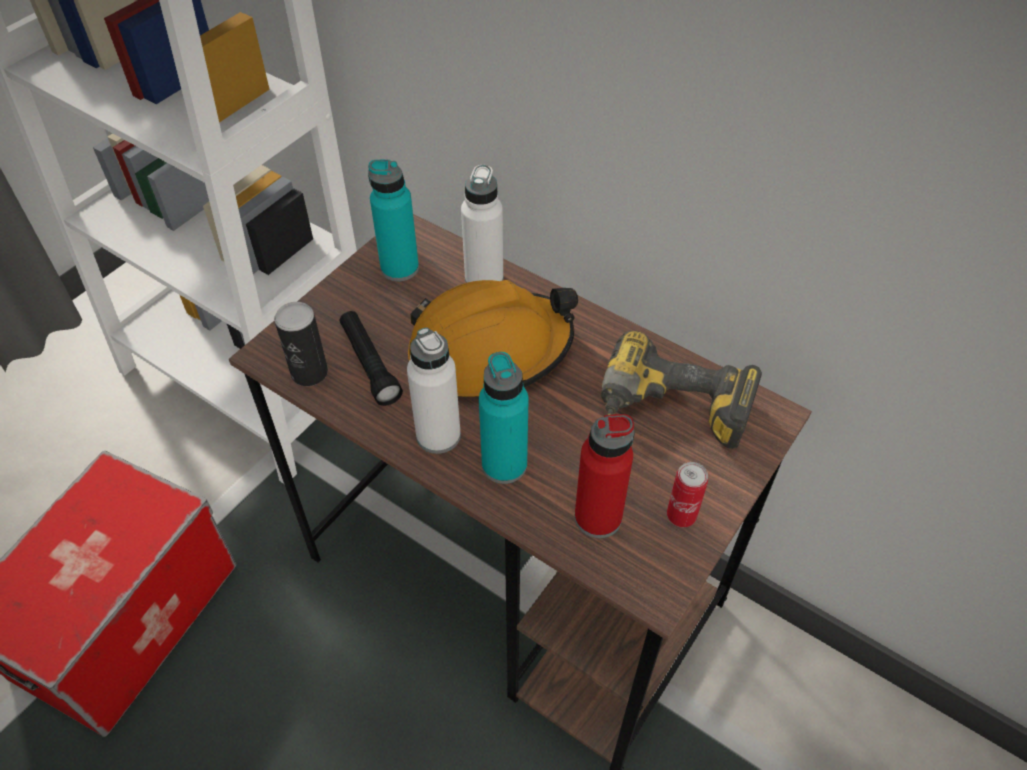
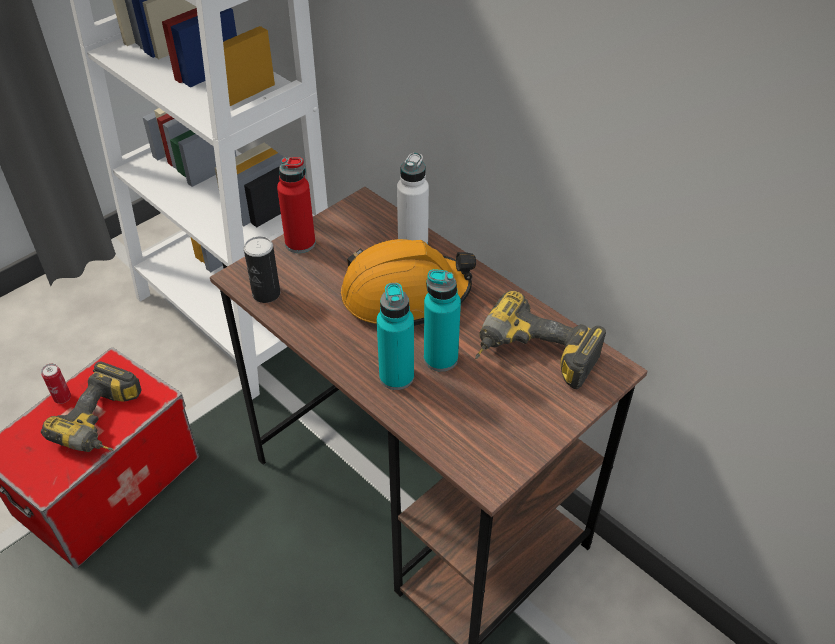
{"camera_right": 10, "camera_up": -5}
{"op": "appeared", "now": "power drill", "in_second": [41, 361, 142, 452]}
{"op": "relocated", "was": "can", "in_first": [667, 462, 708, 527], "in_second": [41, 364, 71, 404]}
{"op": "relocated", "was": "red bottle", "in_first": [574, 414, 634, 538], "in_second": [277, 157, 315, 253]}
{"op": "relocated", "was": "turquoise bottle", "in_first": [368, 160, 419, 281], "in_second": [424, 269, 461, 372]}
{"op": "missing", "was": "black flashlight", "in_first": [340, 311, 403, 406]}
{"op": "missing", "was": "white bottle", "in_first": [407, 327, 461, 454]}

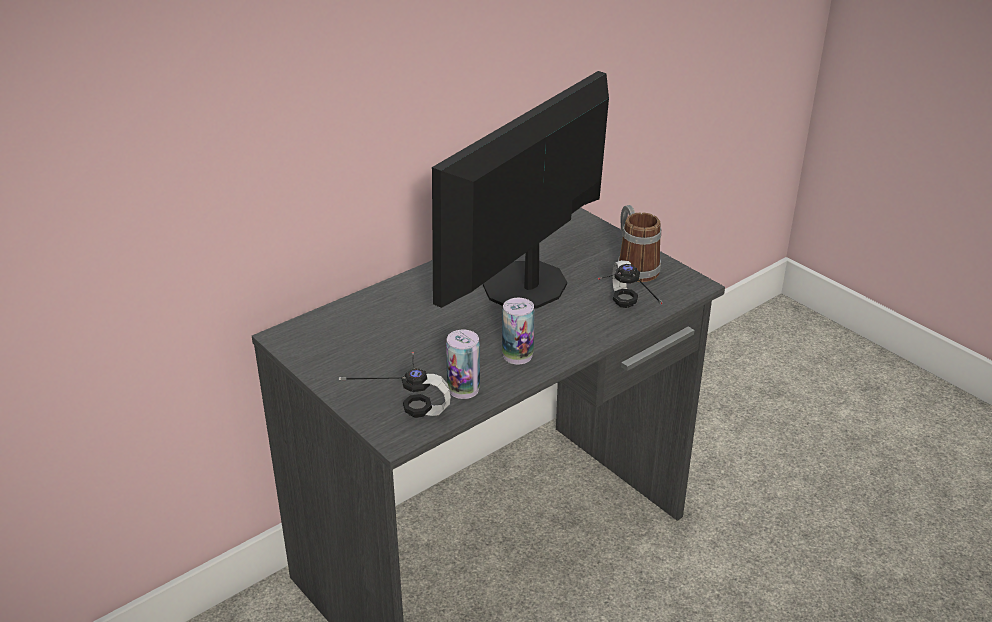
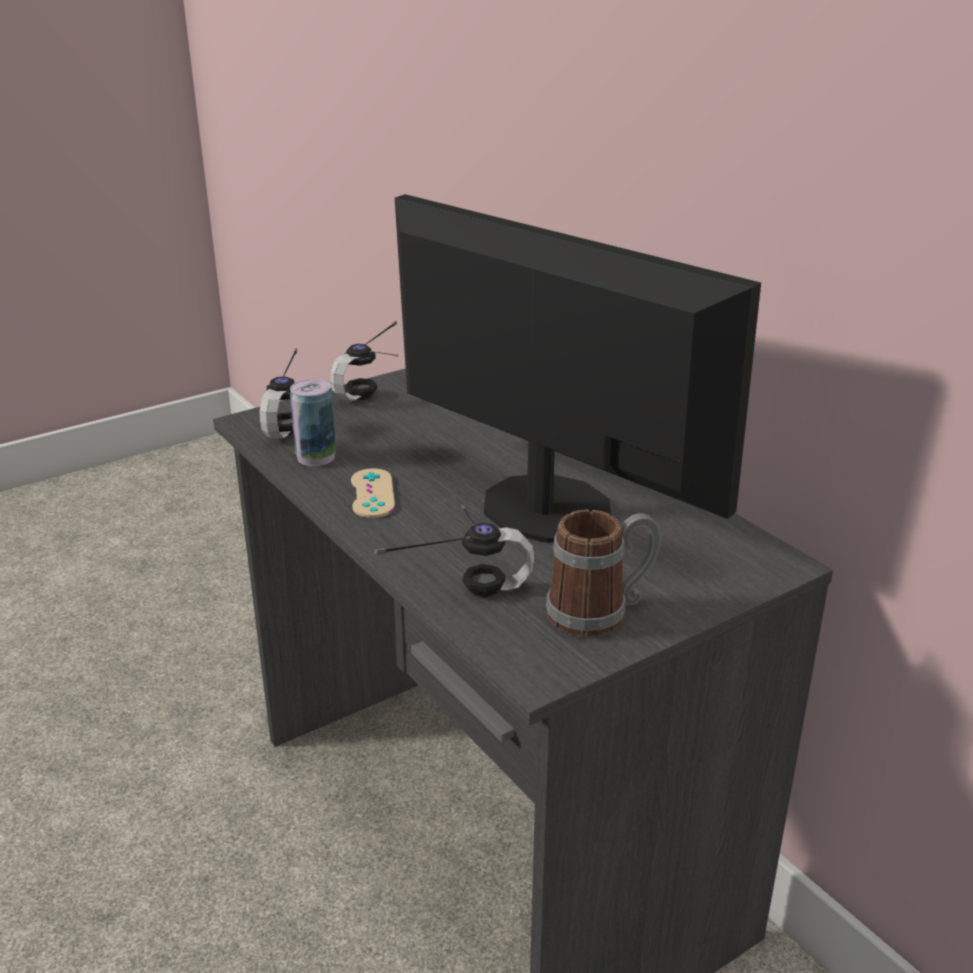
{"camera_right": 95, "camera_up": -5}
{"op": "appeared", "now": "headphones", "in_second": [330, 321, 399, 401]}
{"op": "exchanged", "was": "can", "now": "beige game controller", "in_first": [502, 298, 535, 365], "in_second": [351, 468, 395, 518]}

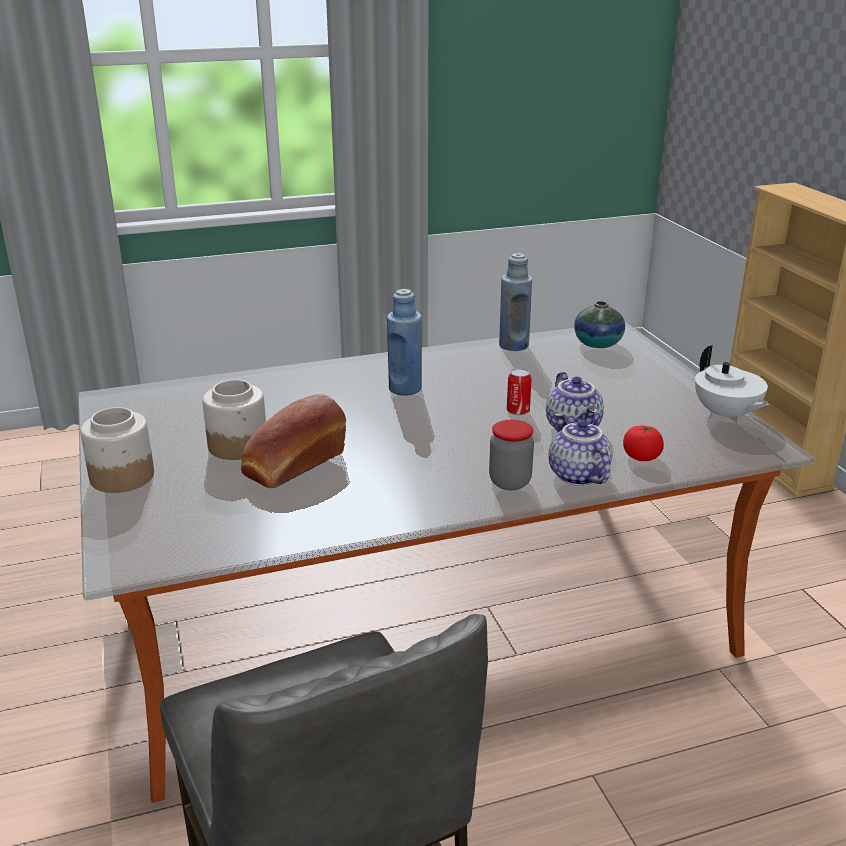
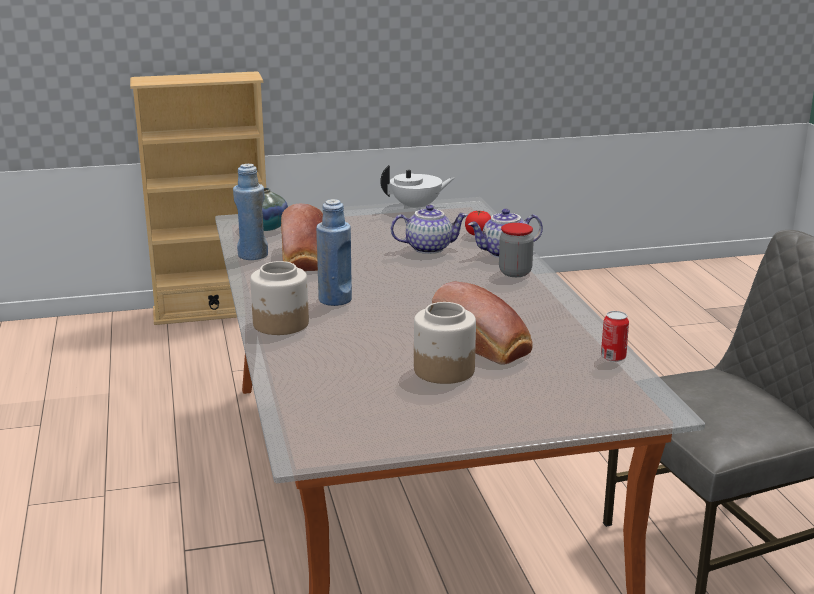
{"camera_right": -85, "camera_up": -5}
{"op": "relocated", "was": "jar", "in_first": [80, 407, 154, 493], "in_second": [250, 261, 309, 335]}
{"op": "appeared", "now": "bread", "in_second": [281, 204, 323, 271]}
{"op": "relocated", "was": "can", "in_first": [507, 368, 532, 416], "in_second": [601, 311, 629, 362]}

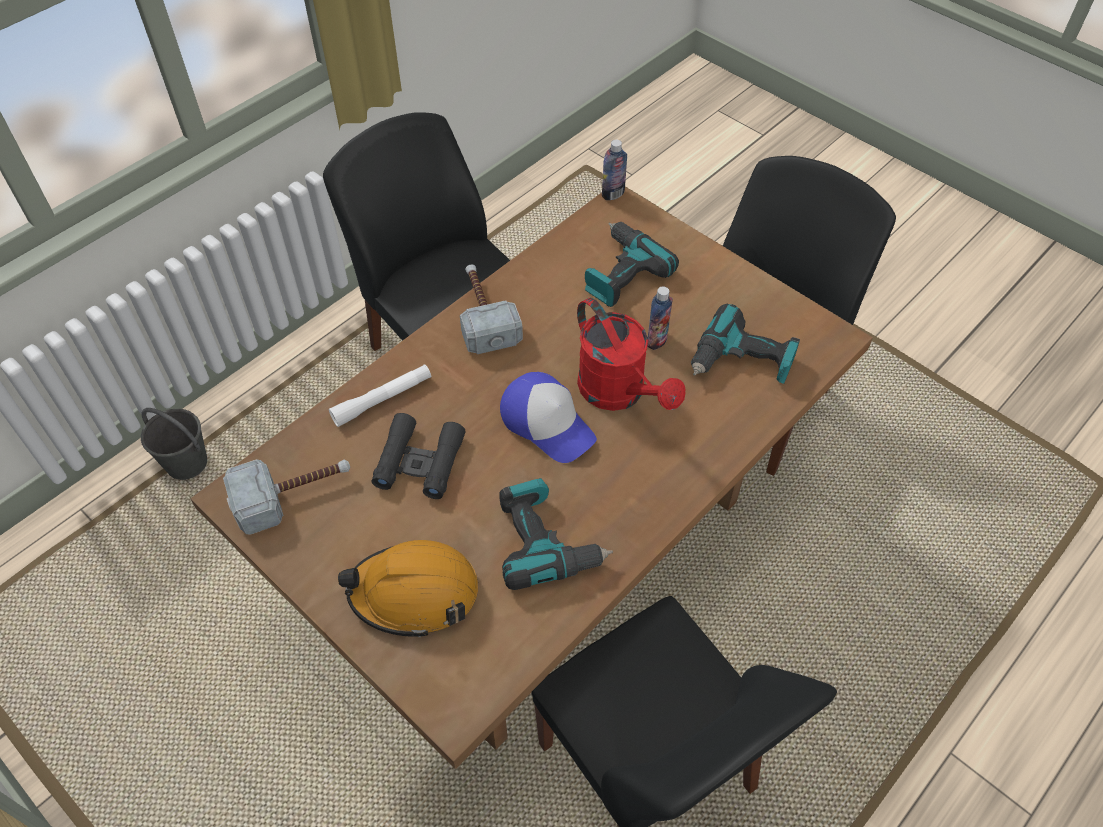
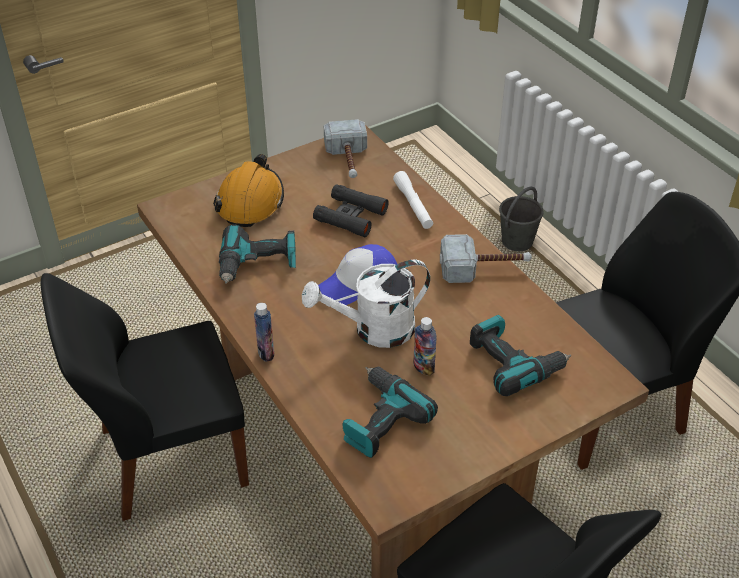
{"camera_right": 105, "camera_up": -10}
{"op": "relocated", "was": "bottle", "in_first": [602, 140, 627, 200], "in_second": [254, 303, 274, 362]}
{"op": "colour", "was": "red watering can", "now": "white watering can", "in_first": [577, 298, 685, 411], "in_second": [302, 260, 430, 348]}

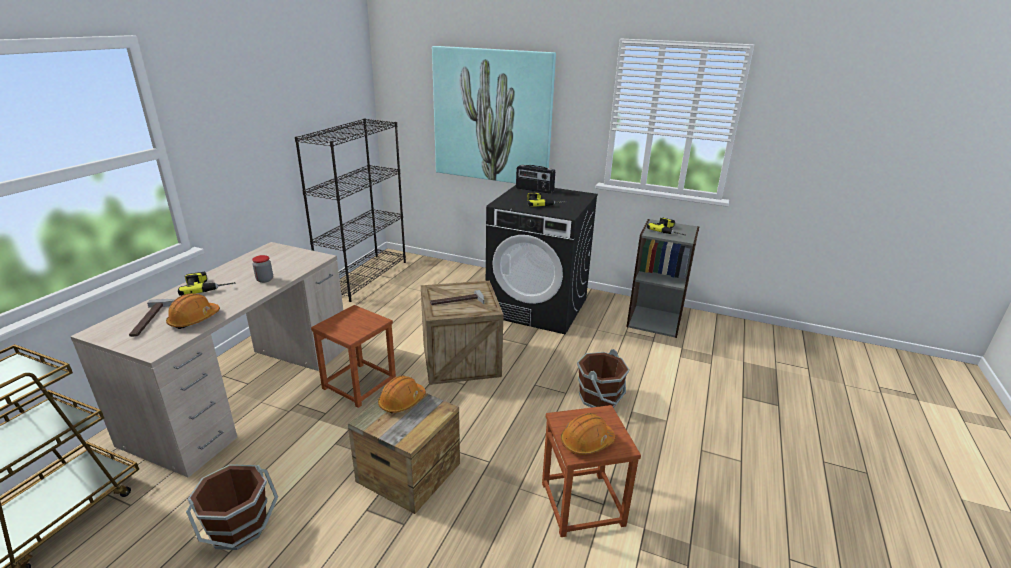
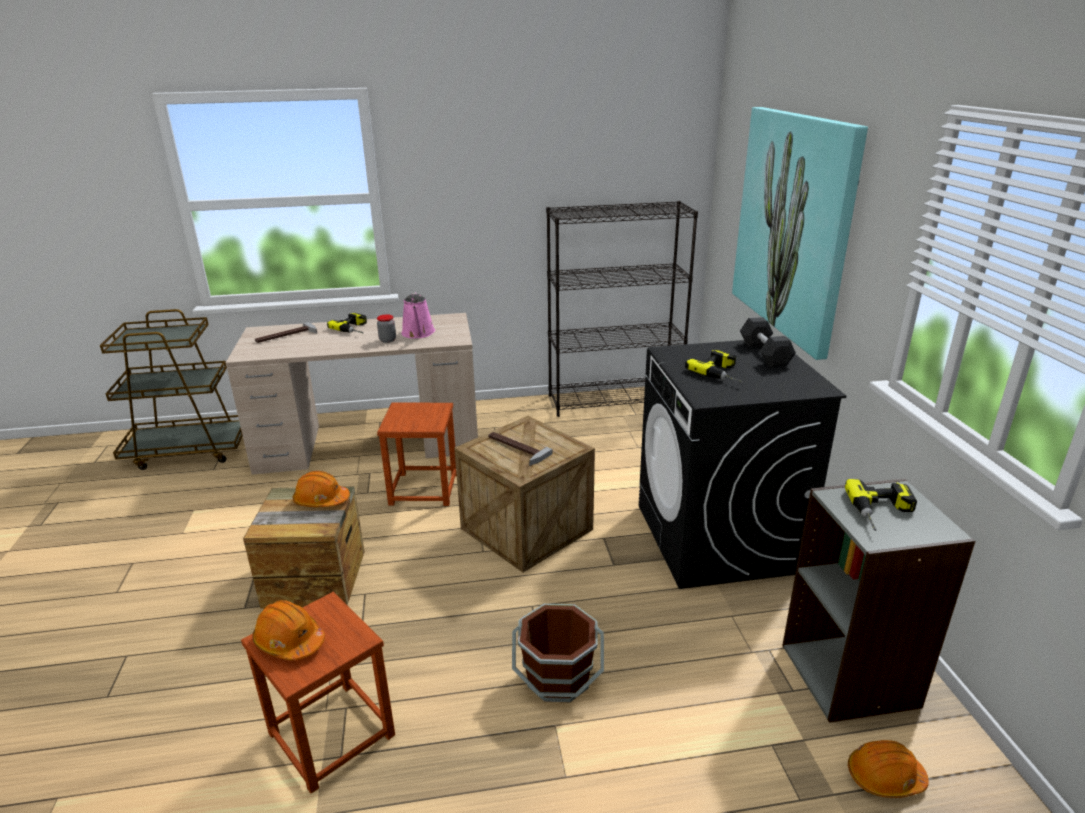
{"camera_right": 60, "camera_up": 0}
{"op": "appeared", "now": "pink watering can", "in_second": [401, 292, 435, 338]}
{"op": "exchanged", "was": "radio", "now": "grey dumbbell", "in_first": [516, 165, 555, 193], "in_second": [740, 317, 796, 367]}
{"op": "relocated", "was": "orange hard hat", "in_first": [166, 293, 220, 329], "in_second": [848, 740, 929, 798]}
{"op": "missing", "was": "brown bucket", "in_first": [186, 464, 278, 550]}

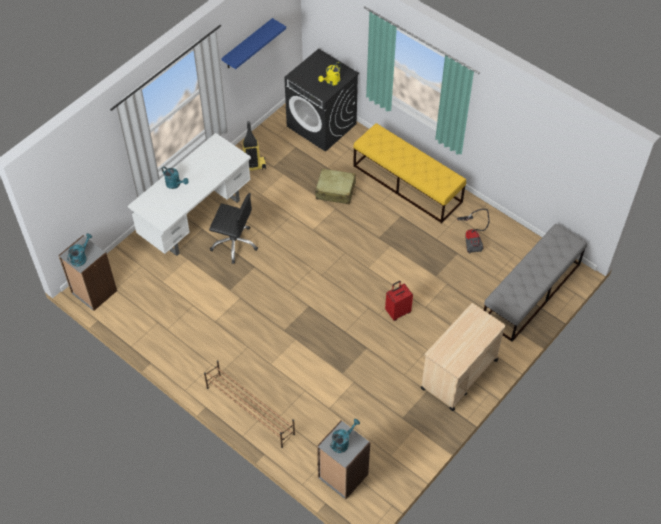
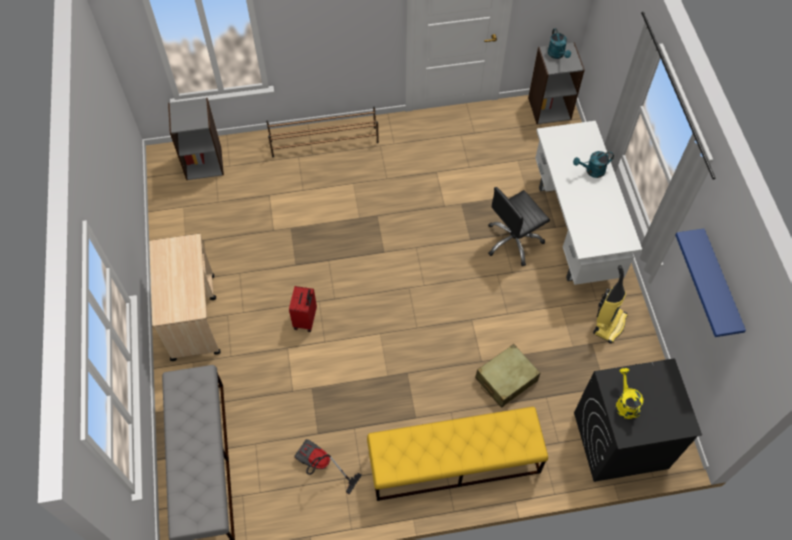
{"camera_right": 130, "camera_up": 5}
{"op": "missing", "was": "turquoise watering can", "in_first": [330, 419, 360, 453]}

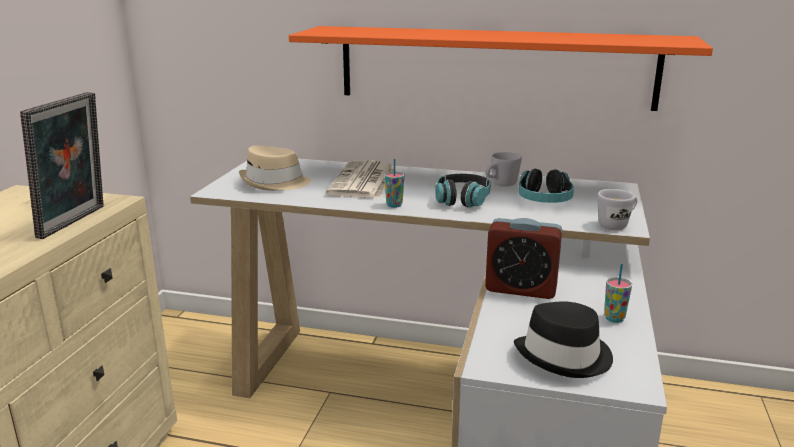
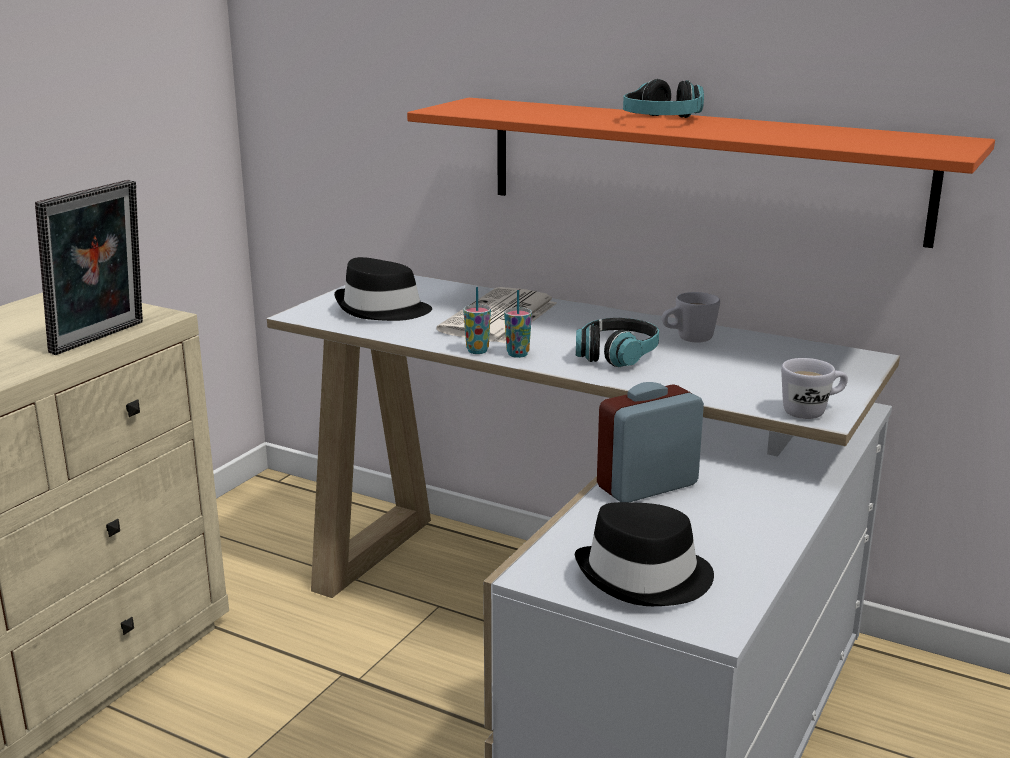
{"camera_right": 15, "camera_up": 0}
{"op": "colour", "was": "beige hat", "now": "black hat", "in_first": [239, 145, 312, 190], "in_second": [334, 257, 432, 321]}
{"op": "relocated", "was": "cup", "in_first": [604, 264, 632, 323], "in_second": [464, 287, 491, 354]}
{"op": "spun", "was": "alarm clock", "in_first": [485, 218, 562, 299], "in_second": [597, 382, 704, 502], "clockwise": 120}
{"op": "relocated", "was": "headphones", "in_first": [518, 169, 574, 203], "in_second": [623, 79, 704, 118]}

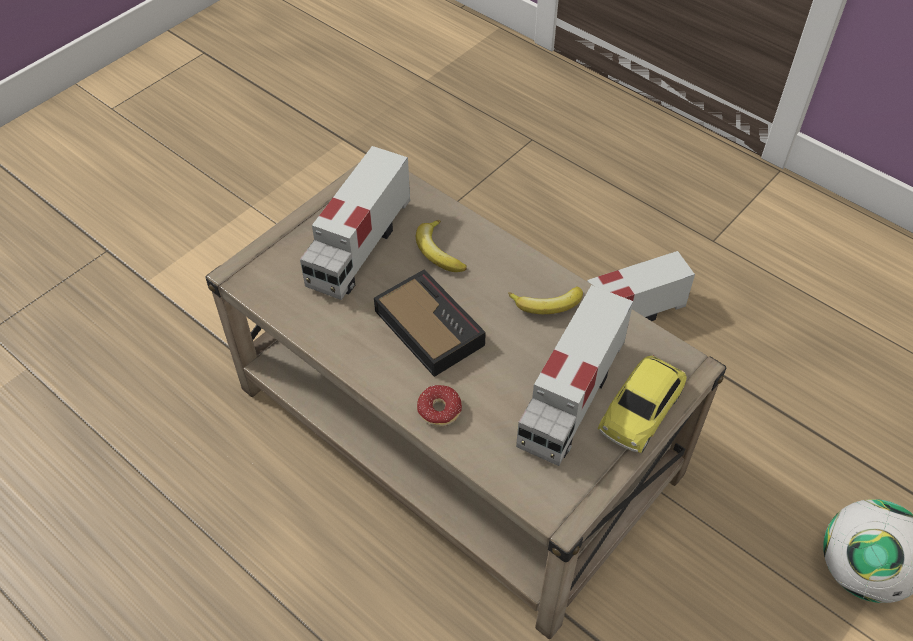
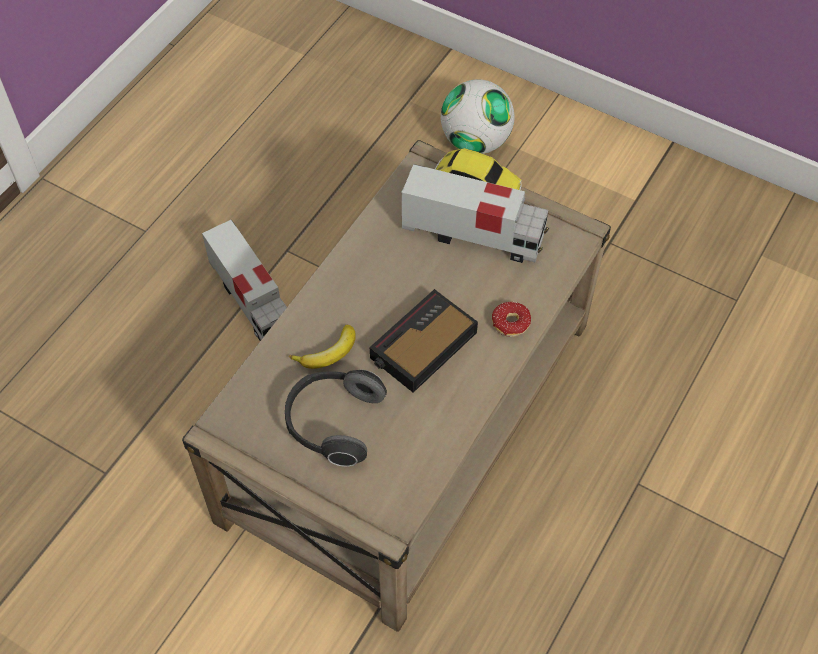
{"camera_right": -100, "camera_up": 5}
{"op": "exchanged", "was": "toy truck", "now": "headphones", "in_first": [300, 146, 410, 300], "in_second": [285, 370, 387, 467]}
{"op": "missing", "was": "banana", "in_first": [508, 287, 583, 314]}

